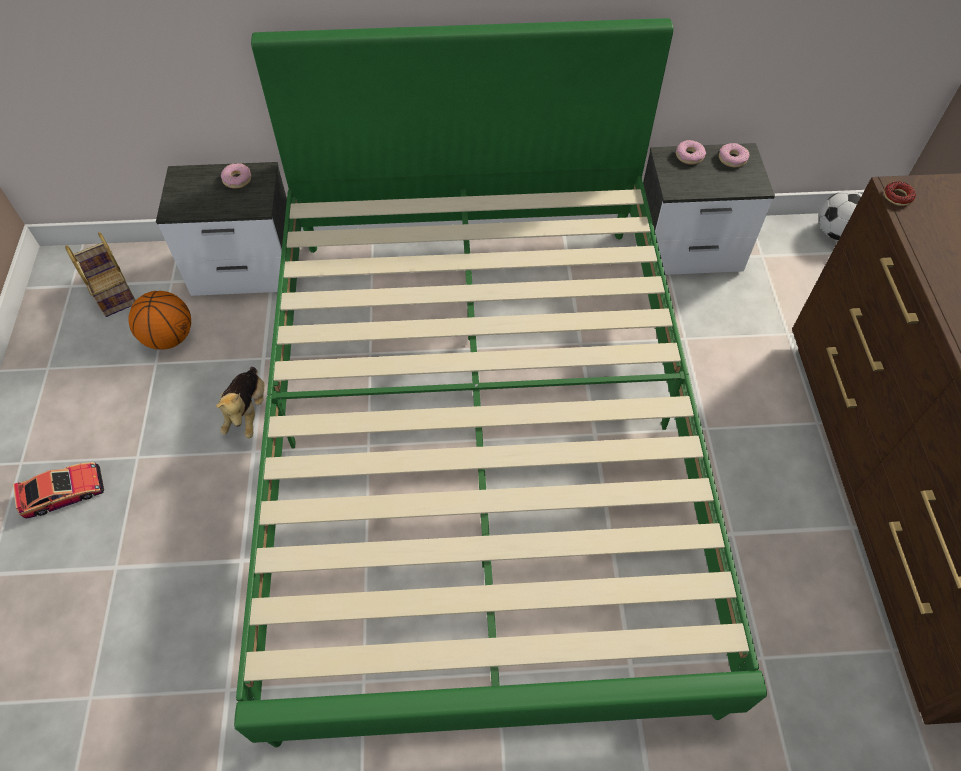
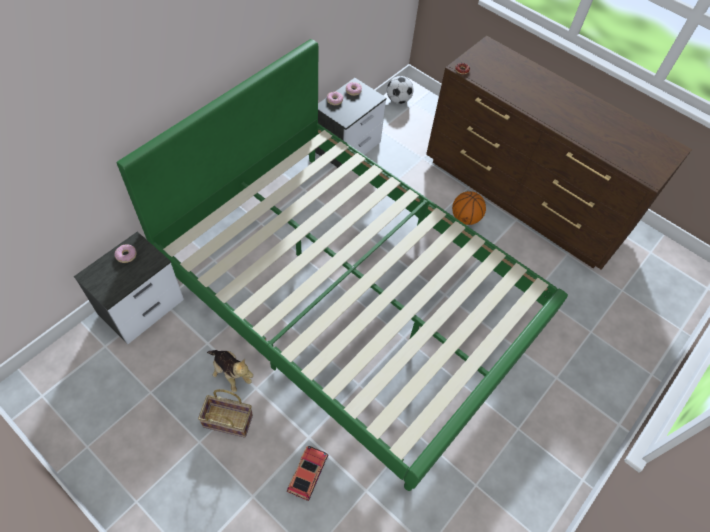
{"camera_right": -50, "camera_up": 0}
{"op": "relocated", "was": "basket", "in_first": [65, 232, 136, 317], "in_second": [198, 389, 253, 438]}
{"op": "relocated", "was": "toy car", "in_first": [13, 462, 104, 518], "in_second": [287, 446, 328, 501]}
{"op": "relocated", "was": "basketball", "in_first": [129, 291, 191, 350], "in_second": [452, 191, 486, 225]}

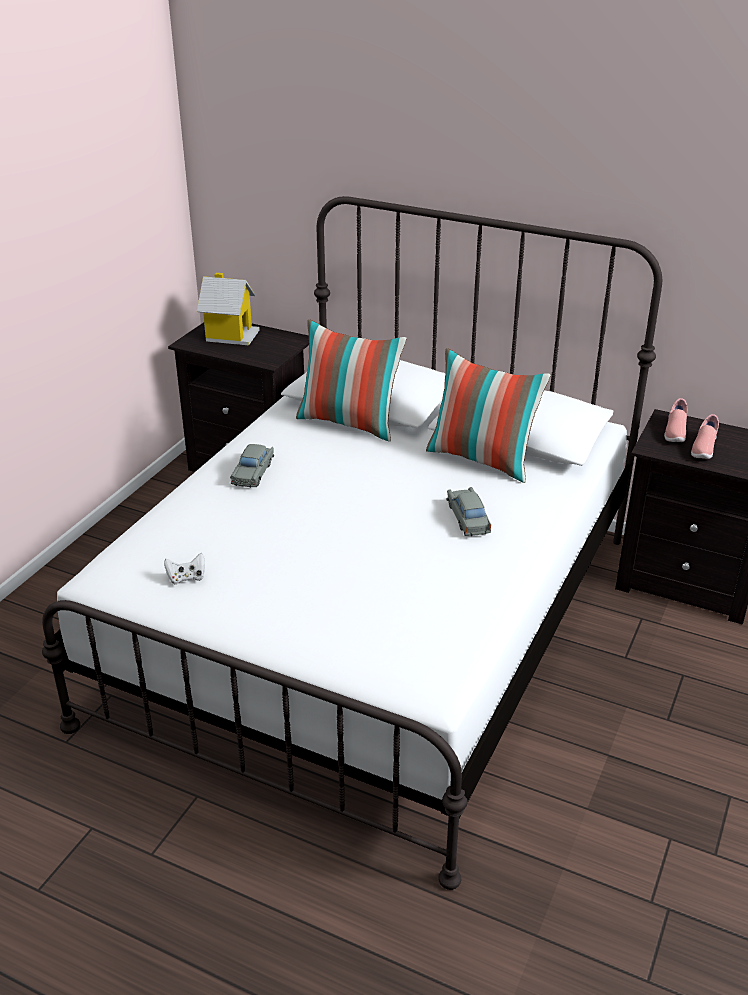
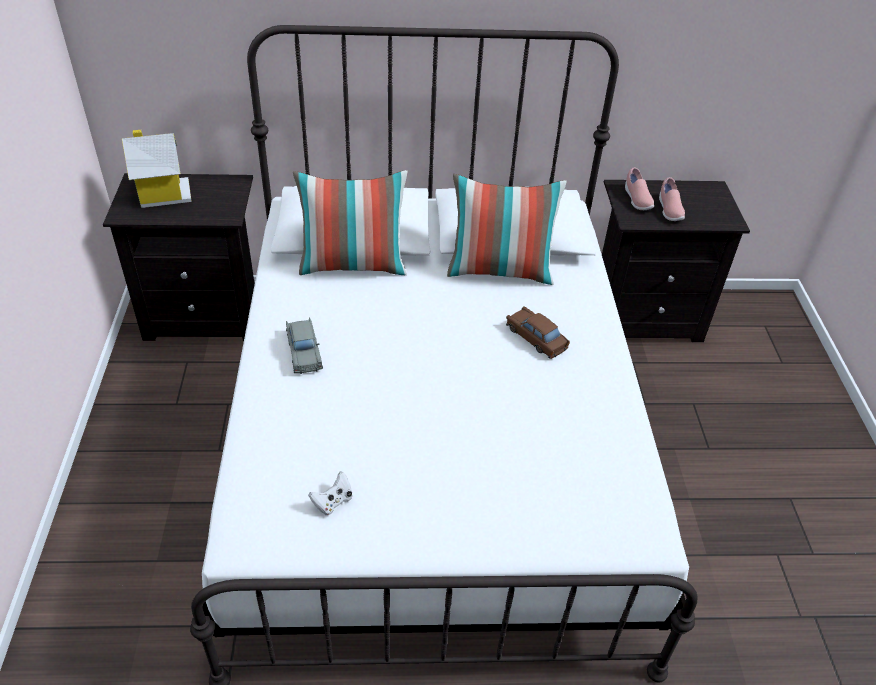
{"camera_right": -30, "camera_up": 10}
{"op": "colour", "was": "grey toy car", "now": "brown toy car", "in_first": [447, 487, 491, 536], "in_second": [506, 306, 570, 359]}

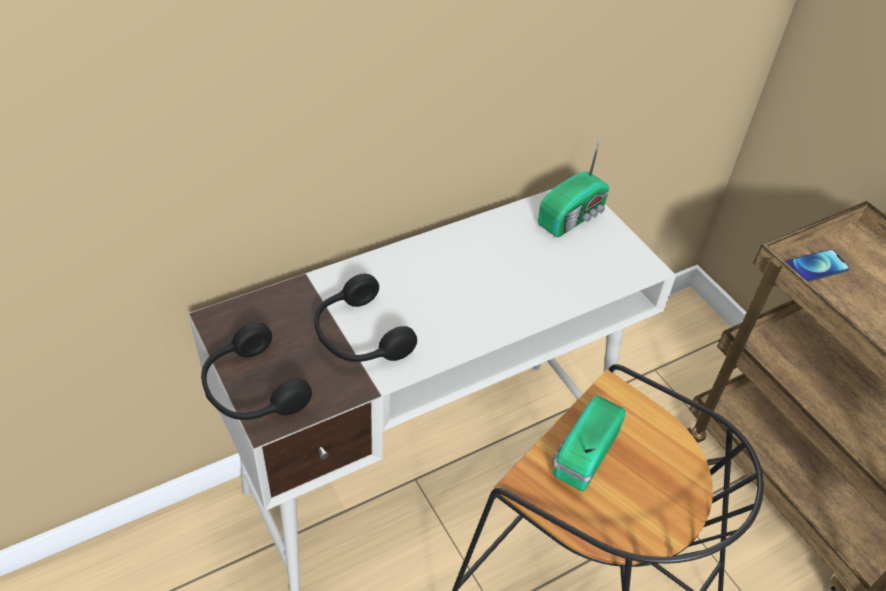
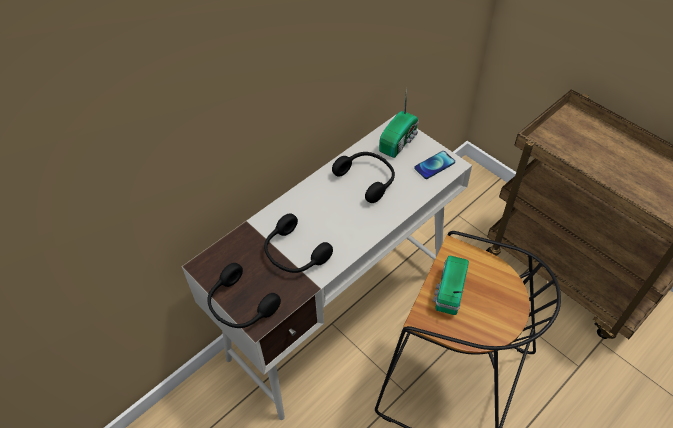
{"camera_right": -10, "camera_up": 5}
{"op": "appeared", "now": "black headphones", "in_second": [332, 152, 395, 203]}
{"op": "relocated", "was": "phone", "in_first": [785, 249, 850, 282], "in_second": [414, 151, 455, 179]}

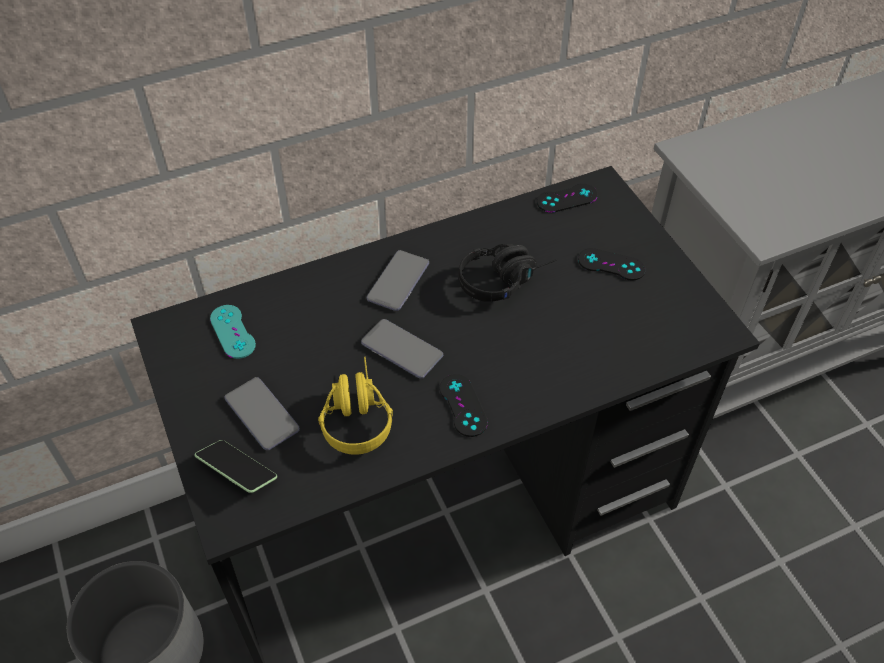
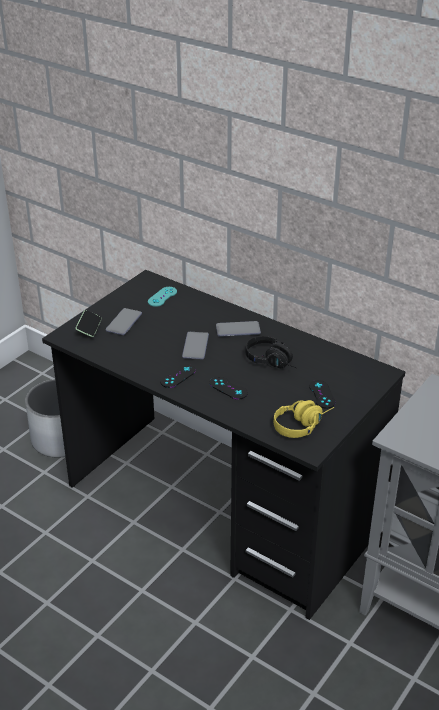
{"camera_right": 60, "camera_up": -15}
{"op": "relocated", "was": "black game controller", "in_first": [537, 184, 598, 213], "in_second": [210, 377, 248, 399]}
{"op": "relocated", "was": "yellow headphones", "in_first": [318, 357, 393, 455], "in_second": [274, 400, 334, 438]}

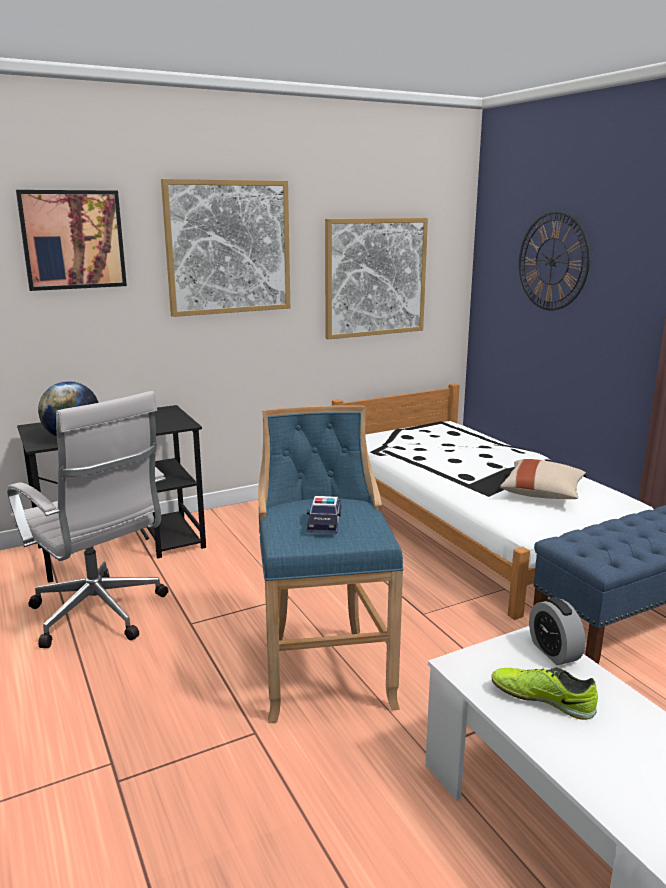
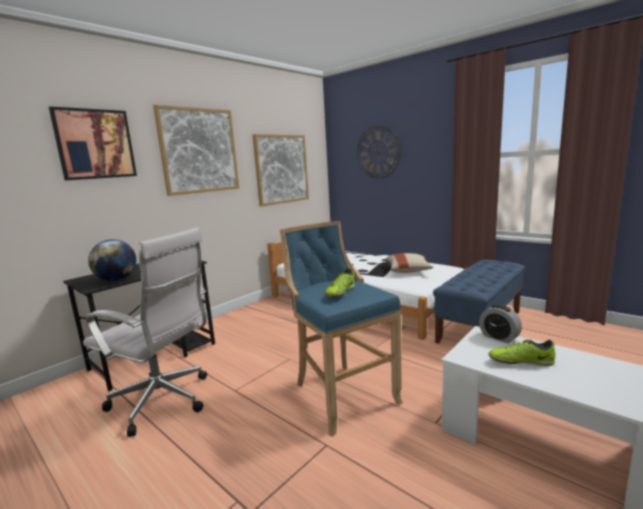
{"camera_right": -20, "camera_up": -5}
{"op": "exchanged", "was": "toy car", "now": "shoe", "in_first": [306, 496, 342, 534], "in_second": [325, 268, 355, 297]}

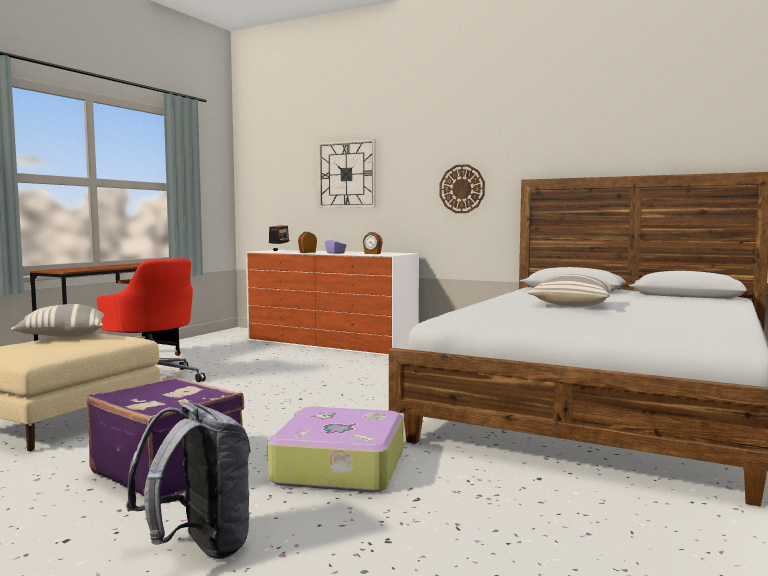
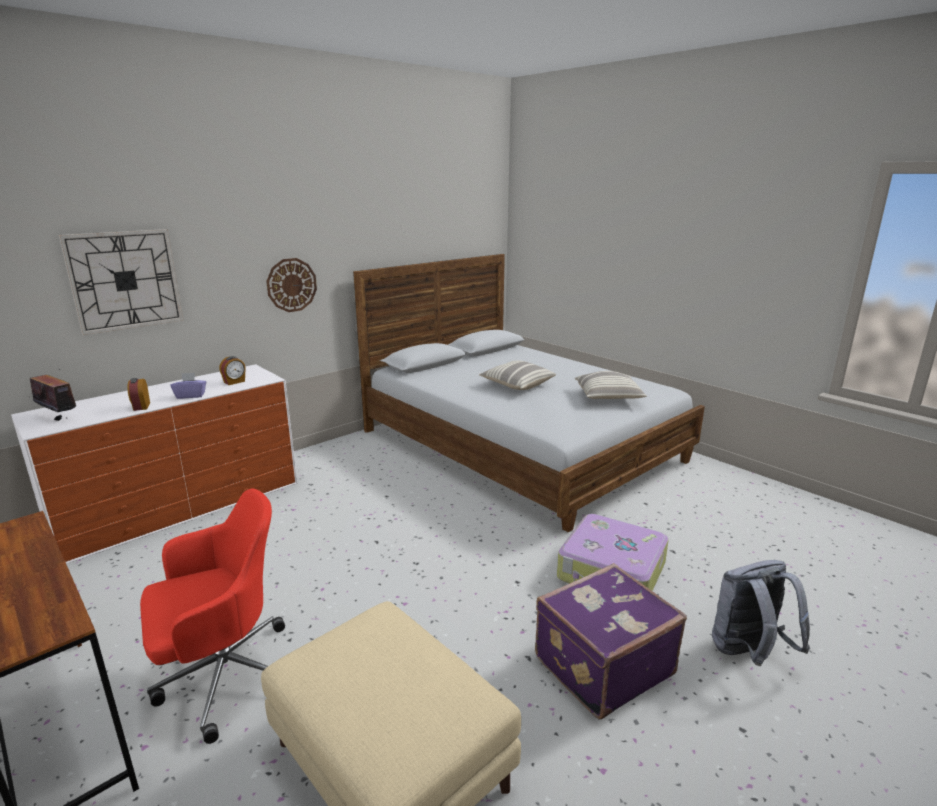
{"camera_right": -70, "camera_up": 15}
{"op": "relocated", "was": "pillow", "in_first": [11, 304, 104, 337], "in_second": [575, 371, 647, 399]}

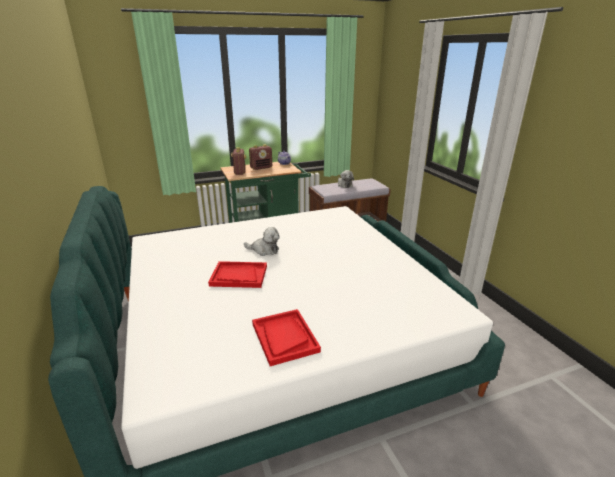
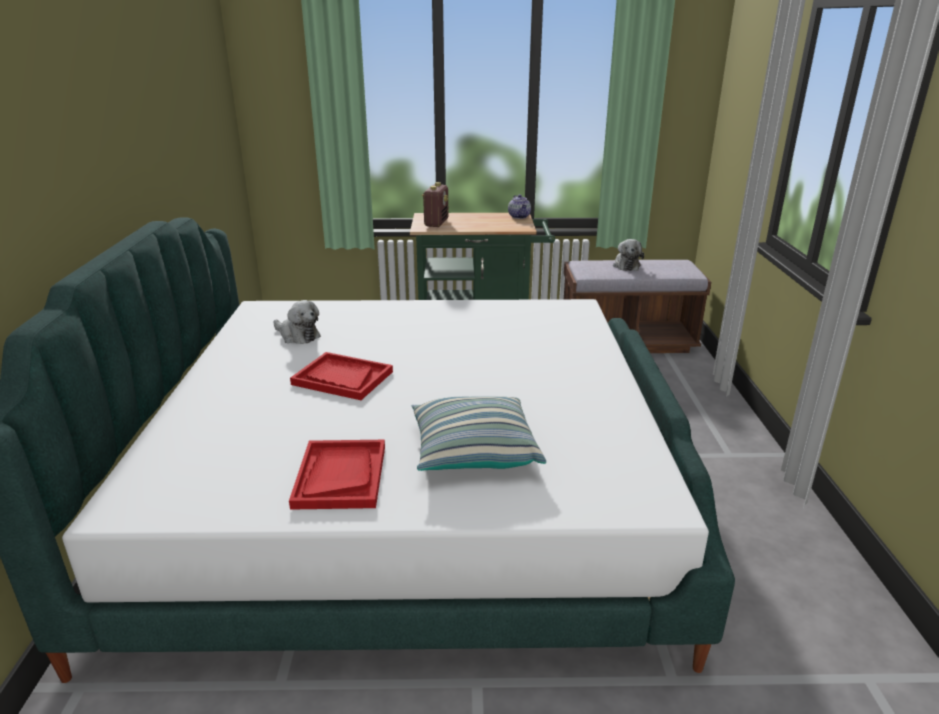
{"camera_right": 20, "camera_up": 0}
{"op": "relocated", "was": "plush toy", "in_first": [244, 227, 280, 256], "in_second": [273, 300, 321, 344]}
{"op": "appeared", "now": "pillow", "in_second": [412, 396, 546, 471]}
{"op": "missing", "was": "radio", "in_first": [249, 144, 272, 170]}

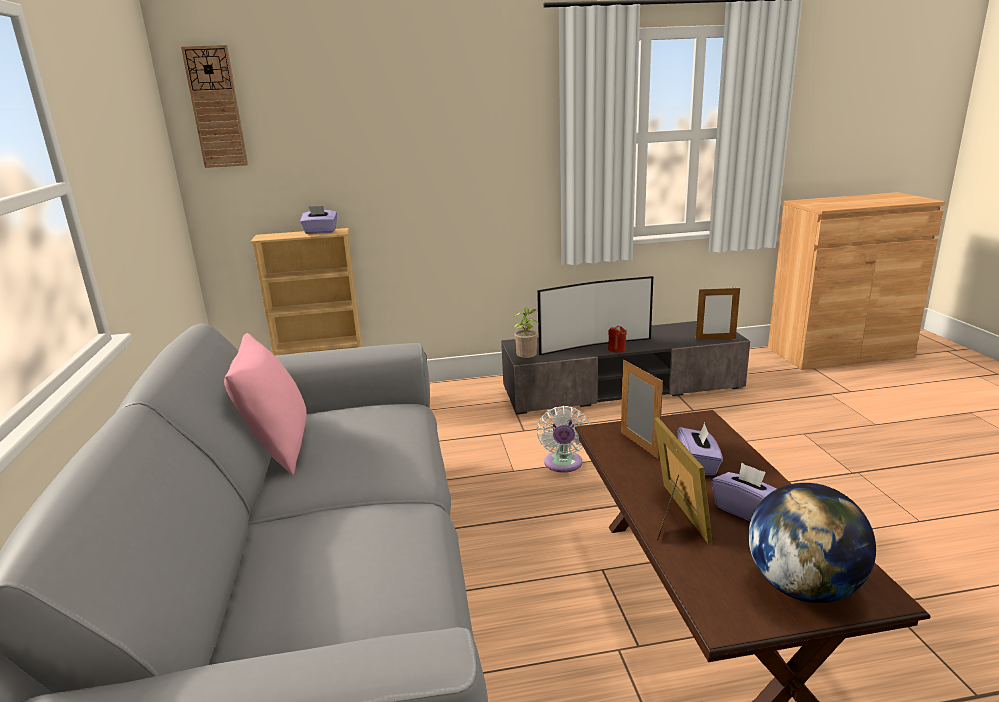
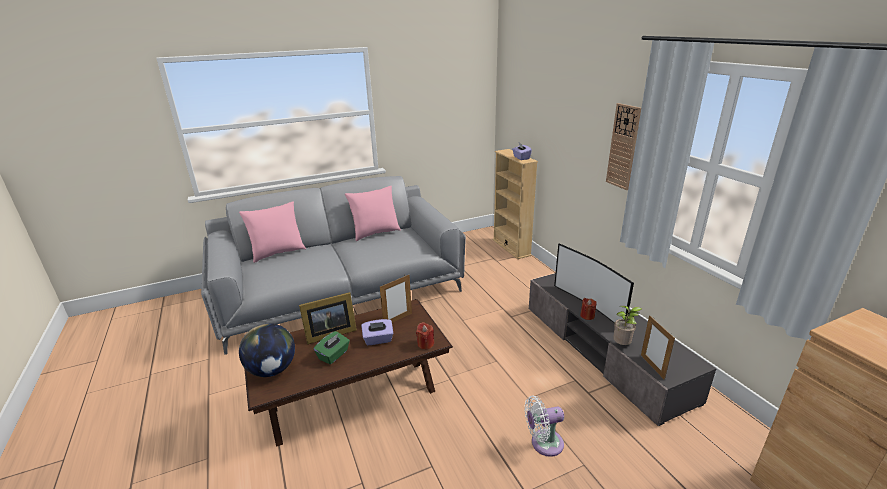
{"camera_right": 75, "camera_up": 5}
{"op": "appeared", "now": "pink pillow", "in_second": [239, 202, 306, 263]}
{"op": "colour", "was": "purple tissue box", "now": "green tissue box", "in_first": [712, 462, 777, 521], "in_second": [314, 331, 350, 364]}
{"op": "appeared", "now": "red candle", "in_second": [416, 322, 434, 349]}
{"op": "relocated", "was": "white fan", "in_first": [536, 406, 590, 473], "in_second": [525, 395, 564, 457]}
{"op": "relocated", "was": "wall clock", "in_first": [181, 45, 248, 168], "in_second": [606, 103, 641, 190]}
{"op": "relocated", "was": "potted plant", "in_first": [514, 308, 538, 358], "in_second": [613, 306, 642, 345]}

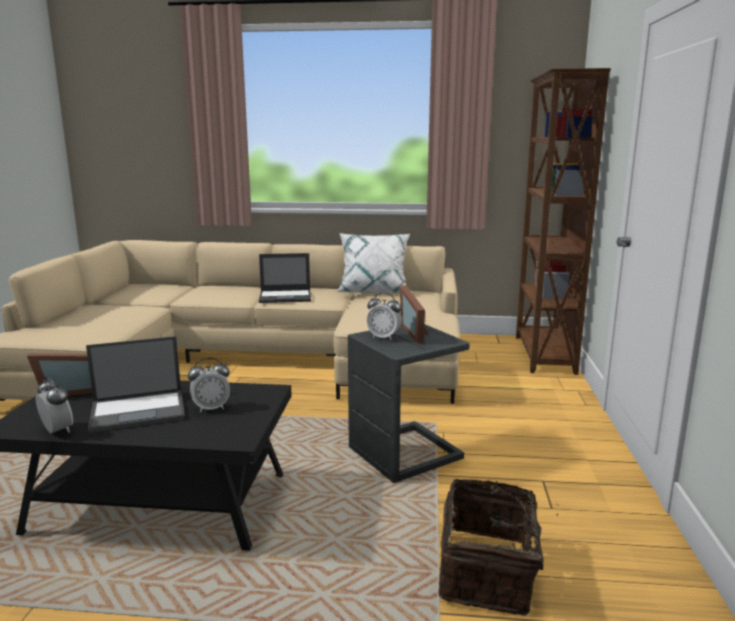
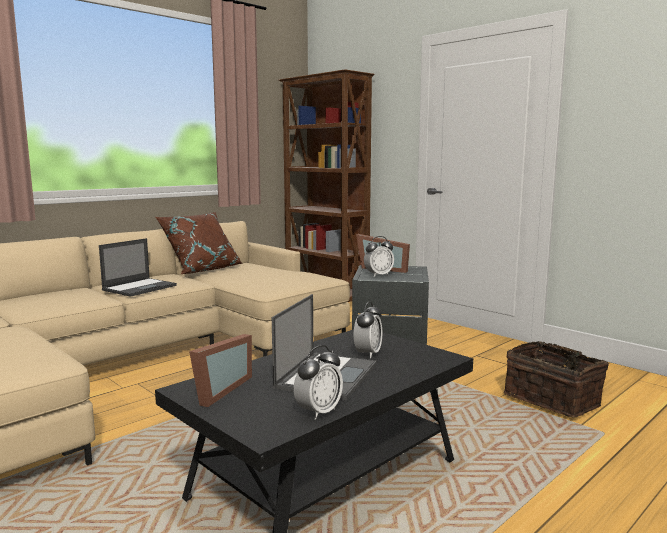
{"camera_right": -50, "camera_up": -5}
{"op": "colour", "was": "white pillow", "now": "brown pillow", "in_first": [335, 233, 410, 293], "in_second": [155, 212, 242, 274]}
{"op": "spun", "was": "alarm clock", "in_first": [36, 376, 73, 433], "in_second": [294, 345, 343, 420], "clockwise": 135}

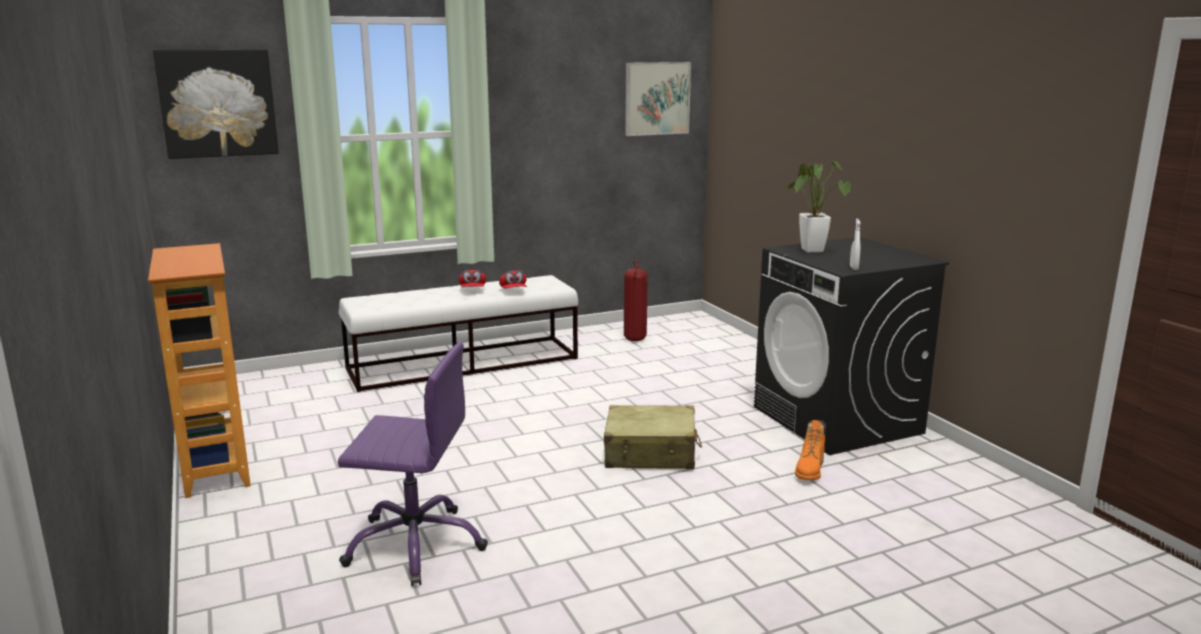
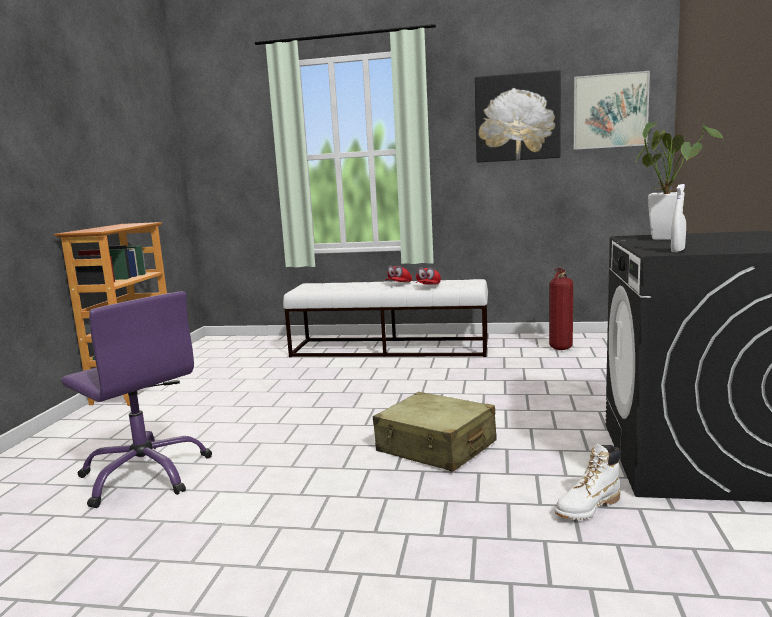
{"camera_right": 35, "camera_up": -5}
{"op": "relocated", "was": "picture", "in_first": [153, 49, 279, 159], "in_second": [475, 70, 561, 163]}
{"op": "colour", "was": "orange boot", "now": "white boot", "in_first": [795, 420, 826, 480], "in_second": [555, 443, 620, 520]}

